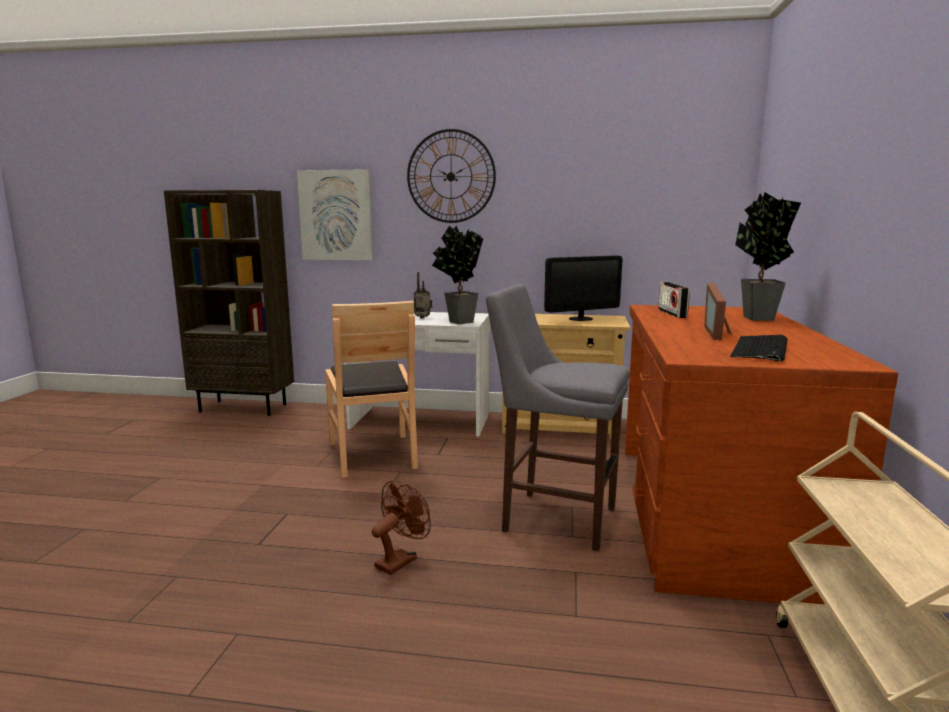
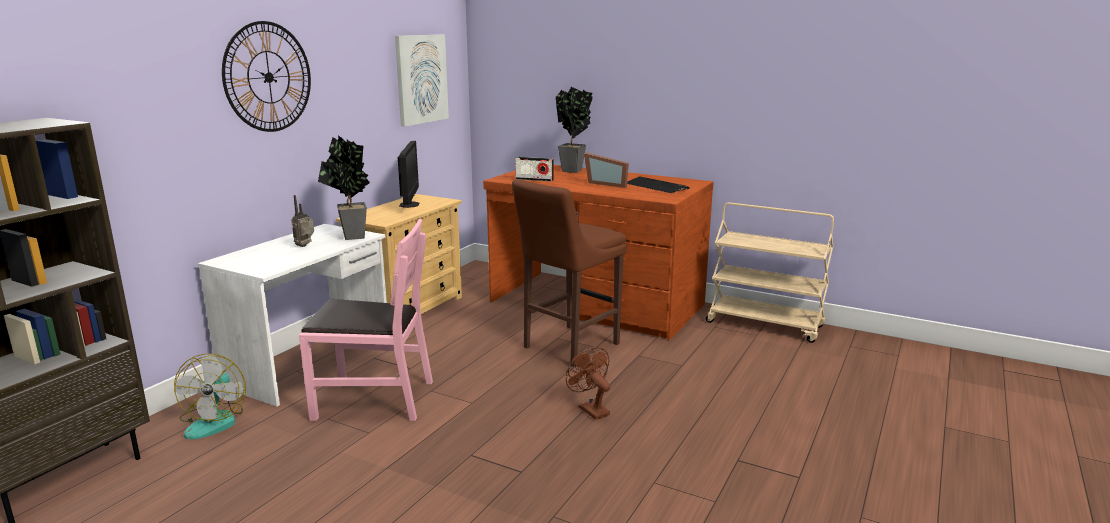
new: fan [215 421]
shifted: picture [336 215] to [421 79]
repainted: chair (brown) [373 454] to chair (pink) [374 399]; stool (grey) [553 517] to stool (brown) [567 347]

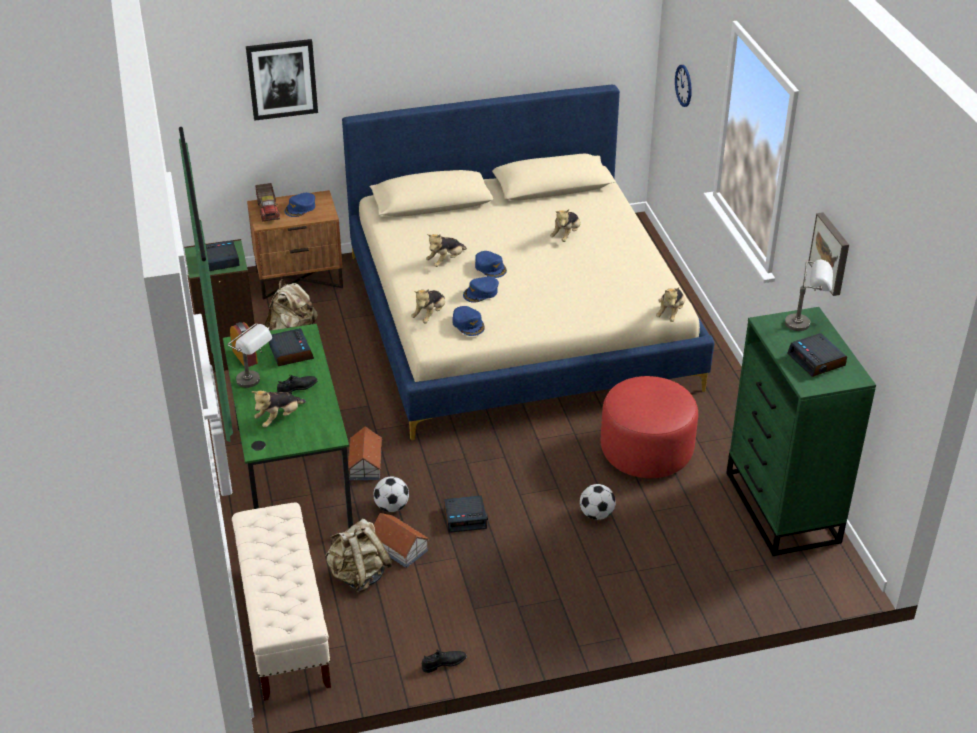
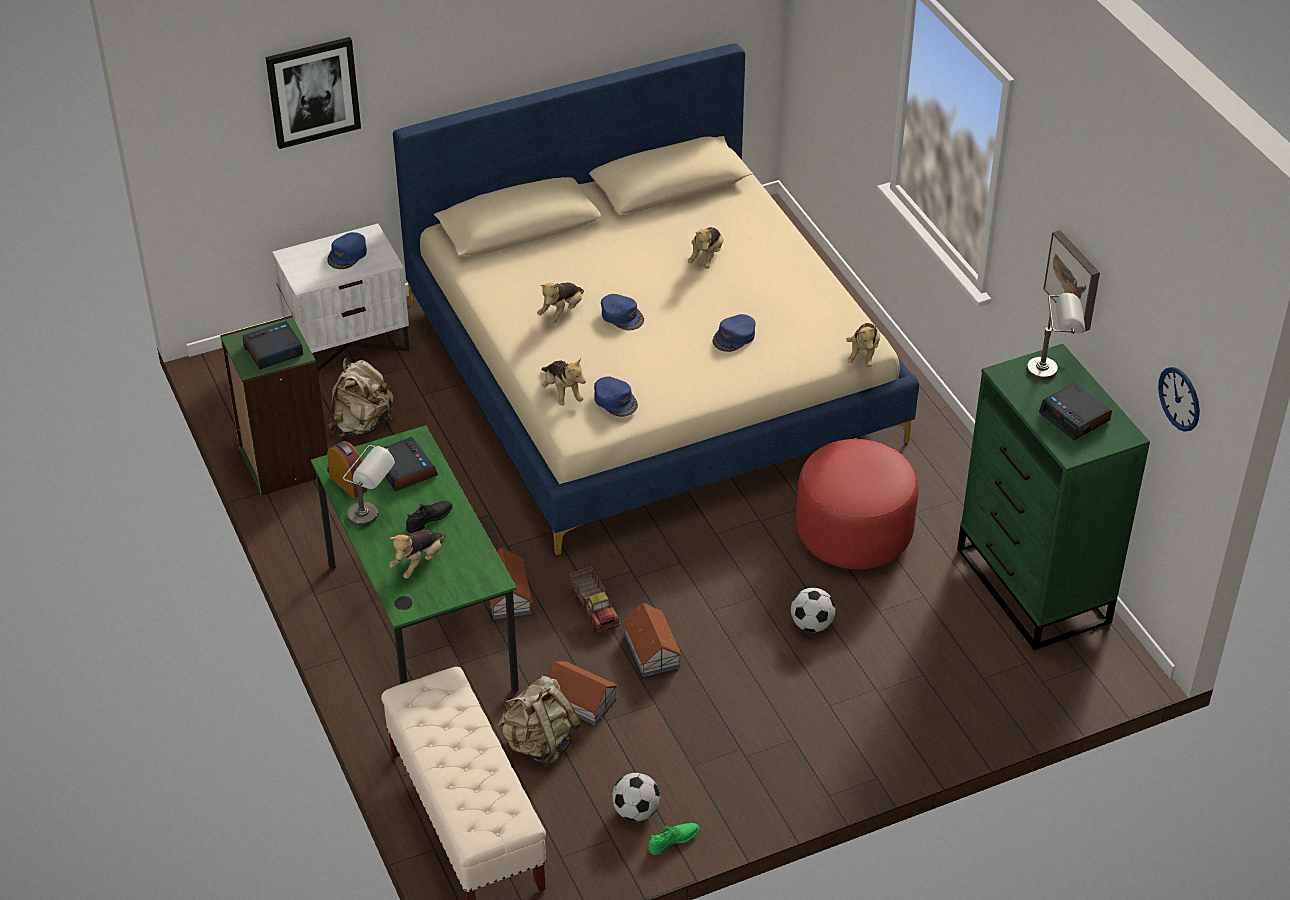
shifted: toy truck [268 210] to [595 609]; football [391 507] to [636 811]; cap (blue) [481 293] to [734 337]; wall clock [683 85] to [1179 398]
swapped: alarm clock [465 517] to toy house [652 650]
repainted: nightstand (brown) [299 279] to nightstand (white) [348 344]; shoe (black) [444 664] to shoe (green) [673 841]
rotated: plush toy [430 315] = [562 393] 45 degrees counterclockwise

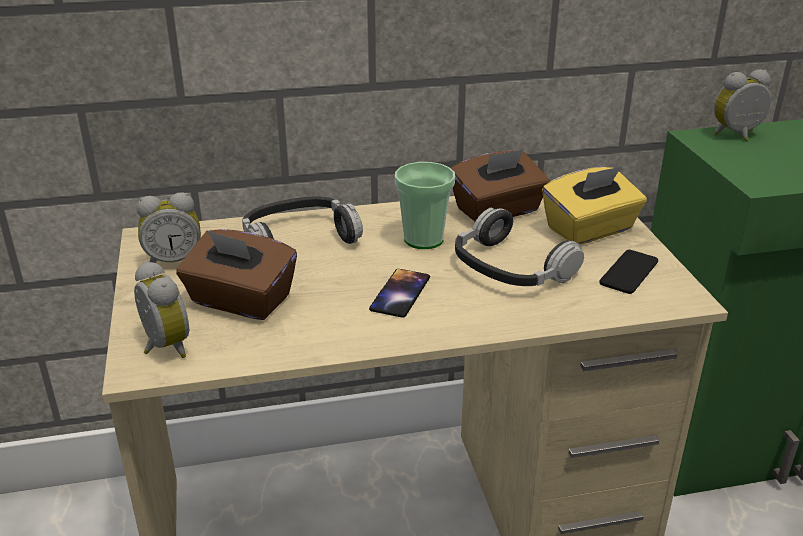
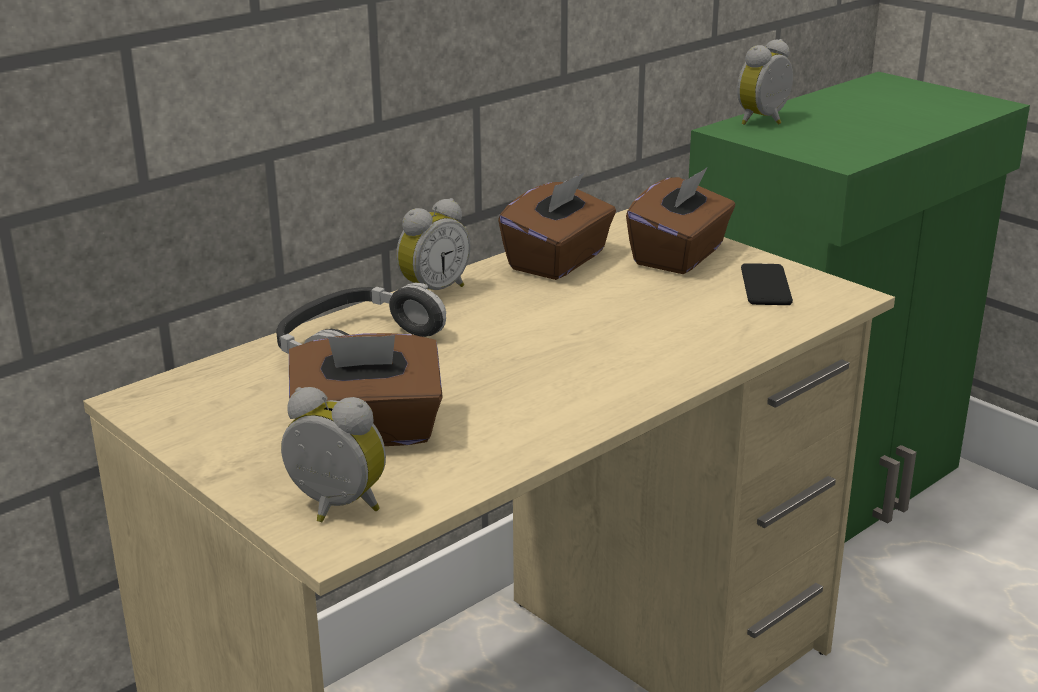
gone: phone [400 293]; cup [423 239]; headphones [511 267]
shifted: alarm clock [174 261] to [432 292]
repainted: tissue box (yellow) [590 230] to tissue box (brown) [680 256]

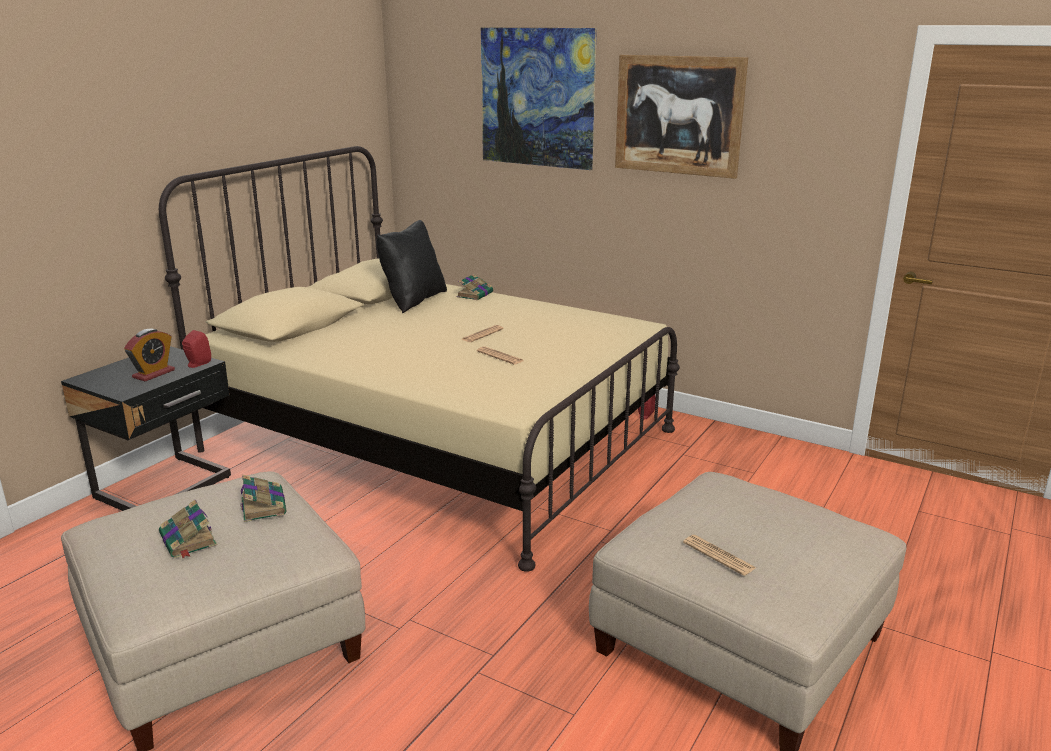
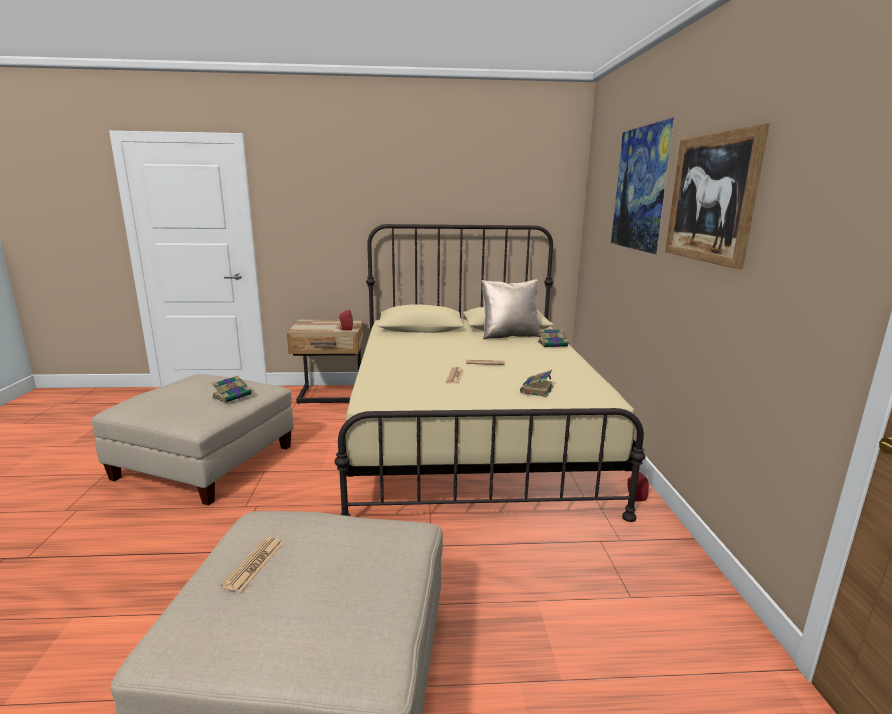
gone: alarm clock [153 374]
shifted: book [188 540] to [536 390]
repainted: nightstand (black) [167 488] to nightstand (beige) [331 396]; pillow (black) [413 300] to pillow (beige) [509 335]

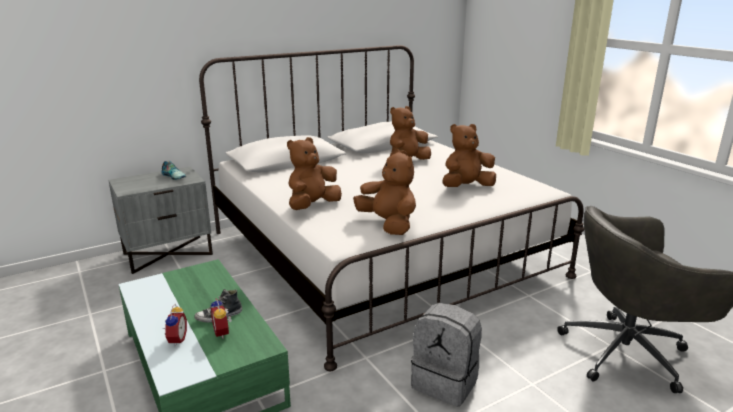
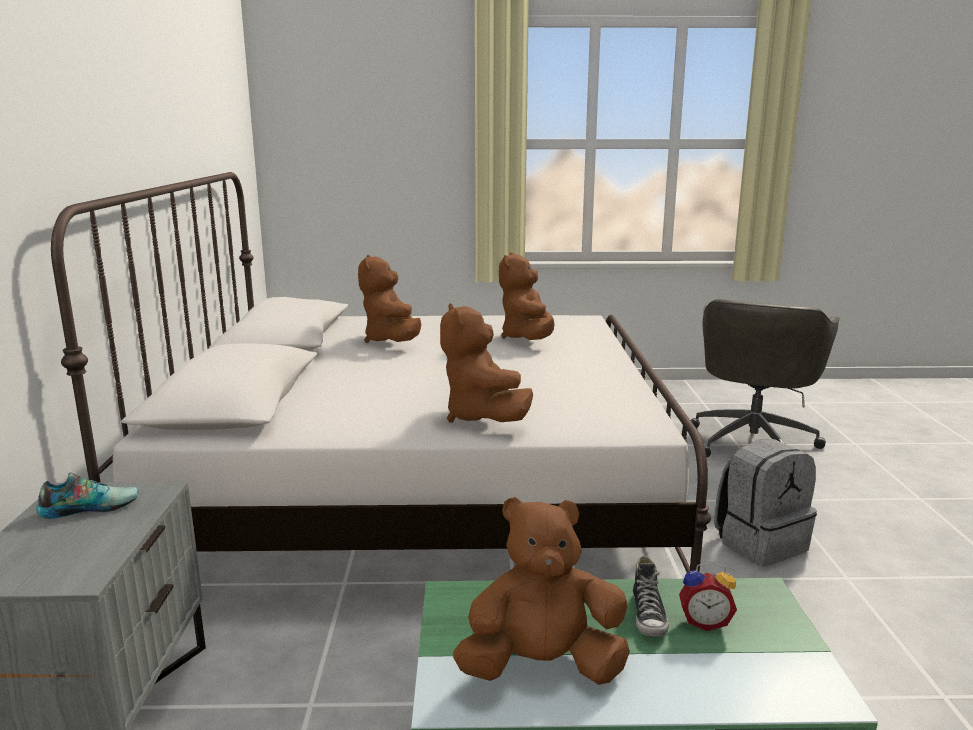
gone: alarm clock [176 340]
shifted: plush toy (brown) [388 224] to [542 667]

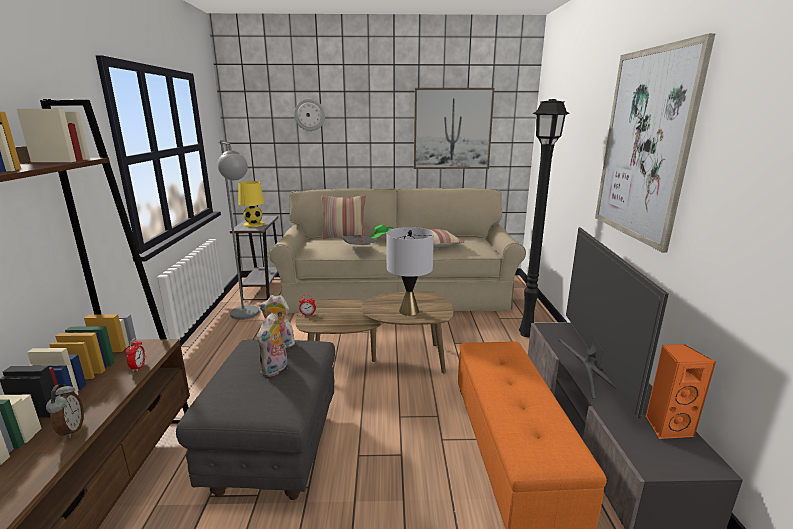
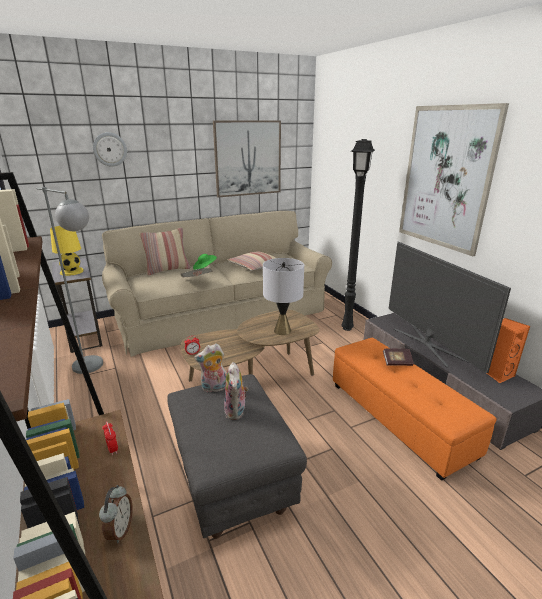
new: book [397 362]
rotated: alarm clock [71 430] = [119 530] 45 degrees clockwise

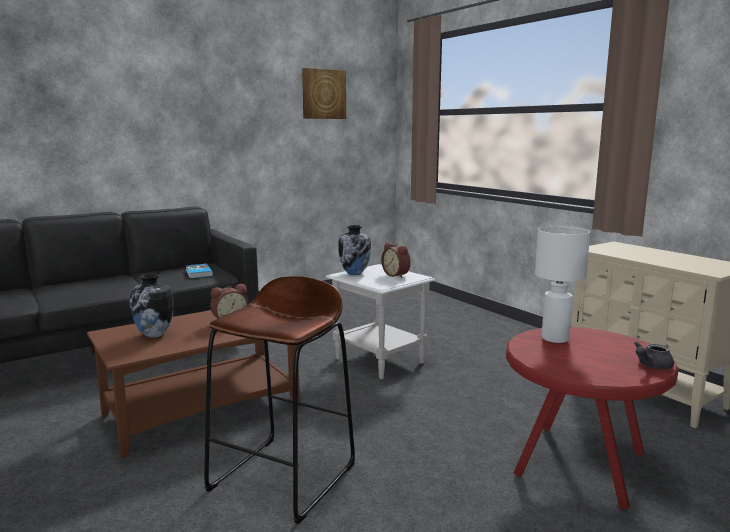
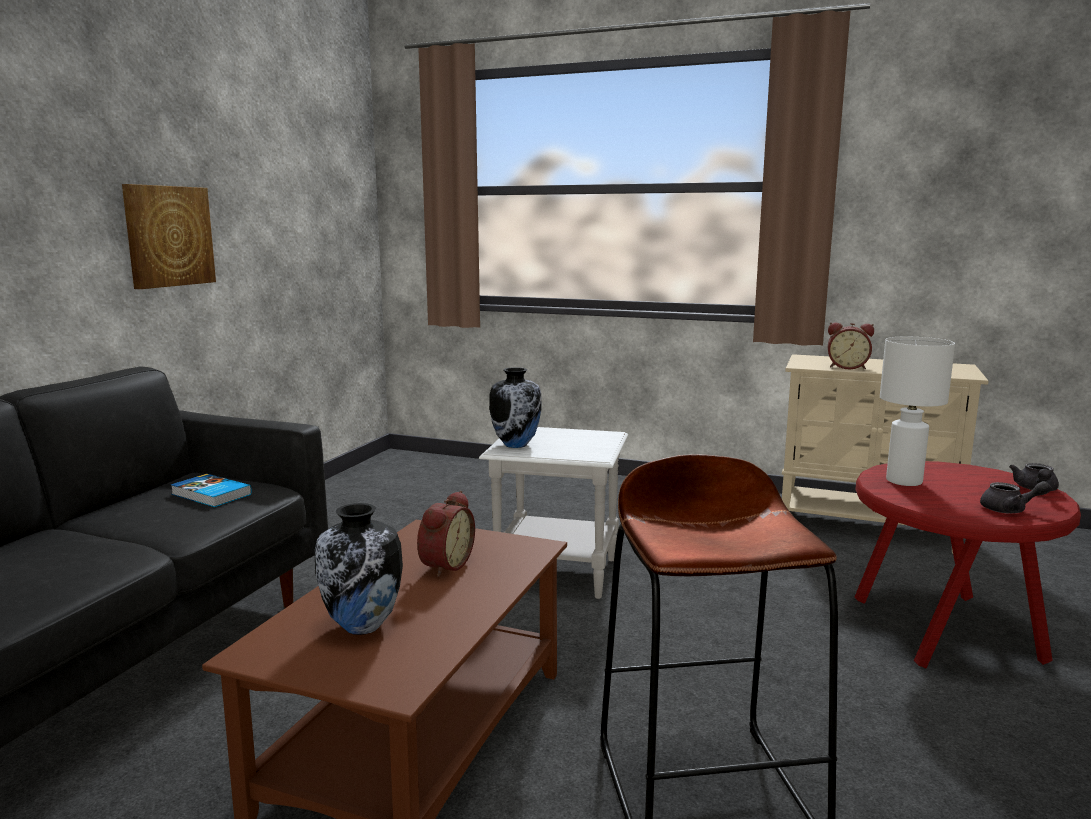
new: teapot (grey) [1010 510]
shifted: picture [323 94] to [168 236]; alarm clock [397 275] to [847 367]

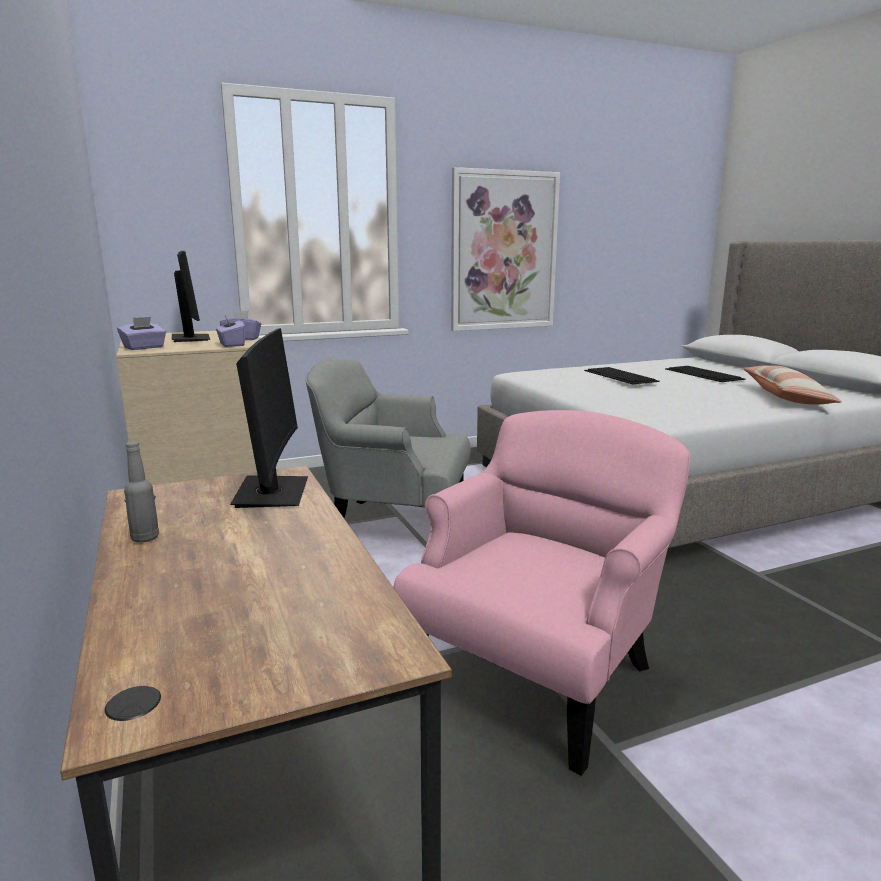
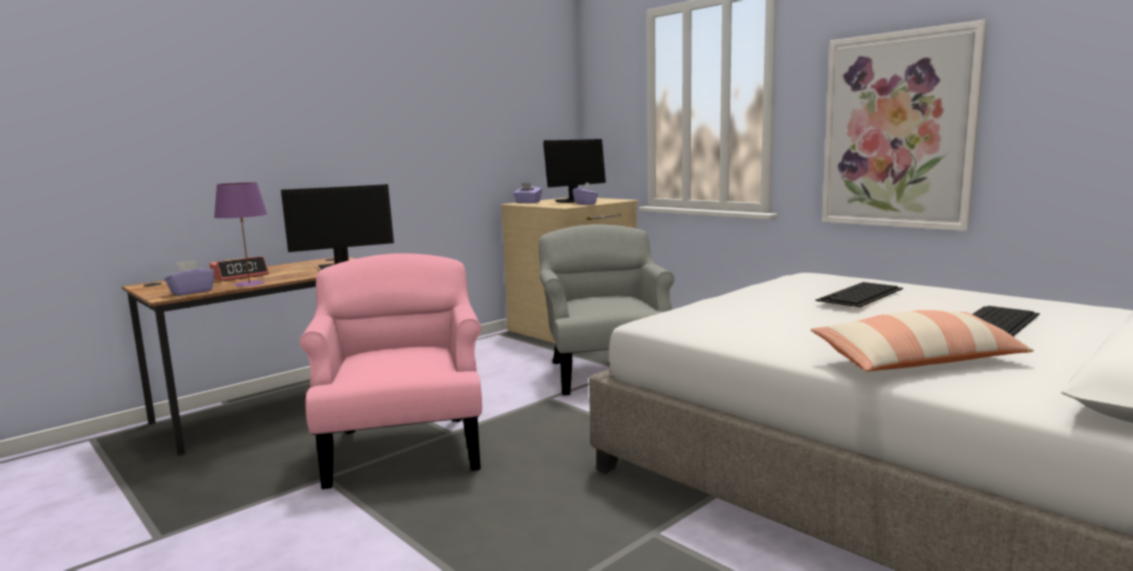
gone: bottle (grey) [145 538]
new: alarm clock [240 276]; table lamp (purple) [249 283]
shifted: tissue box (purple) [231 344] to [191 292]
rotated: armchair (pink) [538 674] = [404 447] 120 degrees counterclockwise

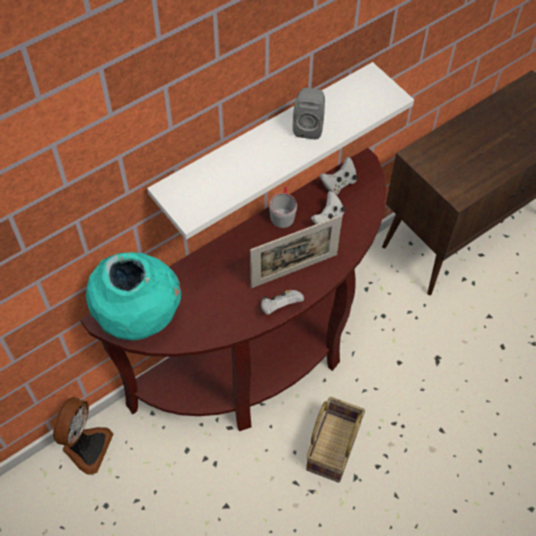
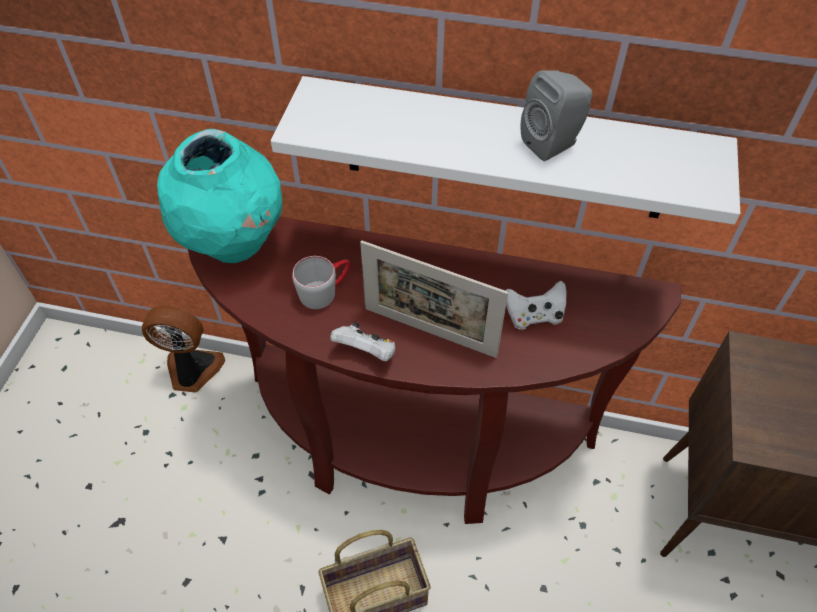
gone: game controller (white) [339 184]
shifted: mug (grey) [282 213] to [325 291]
rotated: fan [86 447] = [192 371] 150 degrees counterclockwise

